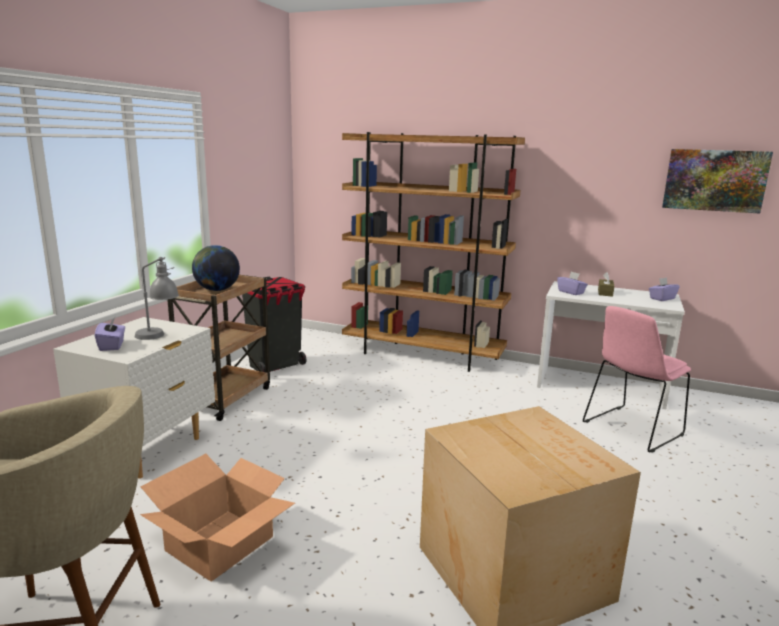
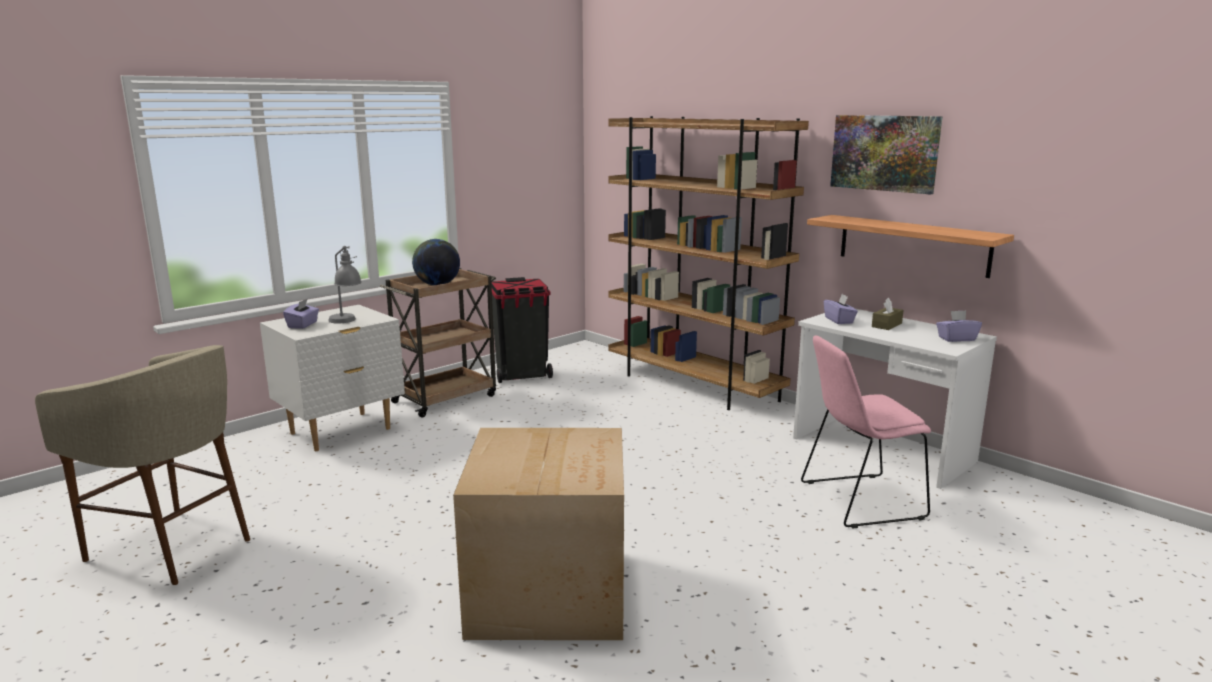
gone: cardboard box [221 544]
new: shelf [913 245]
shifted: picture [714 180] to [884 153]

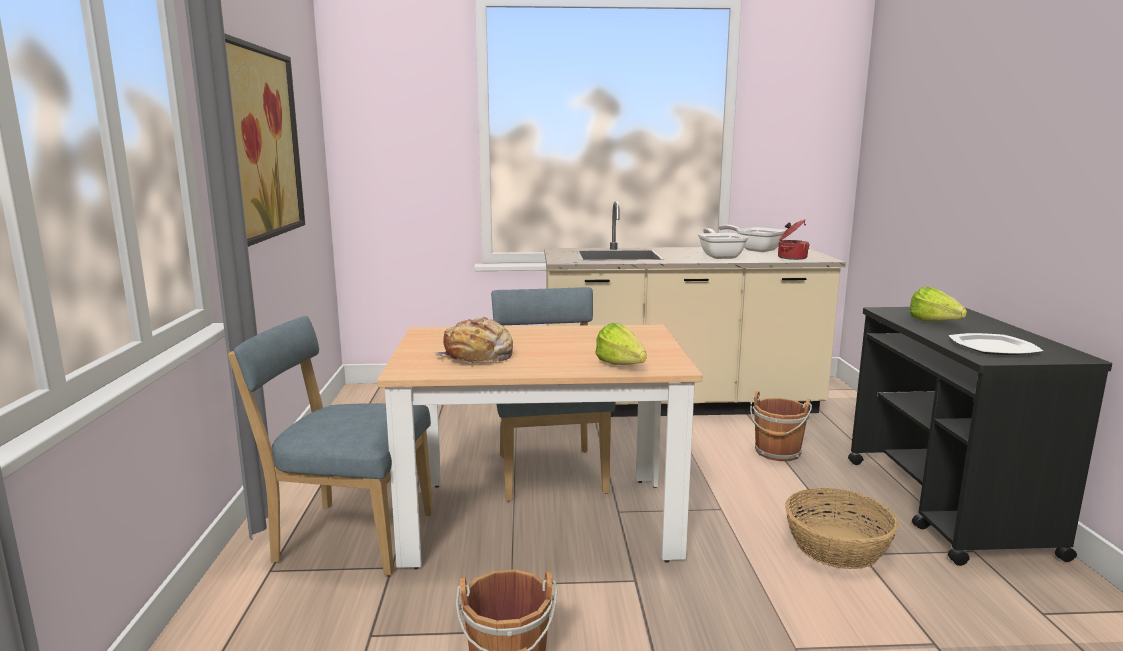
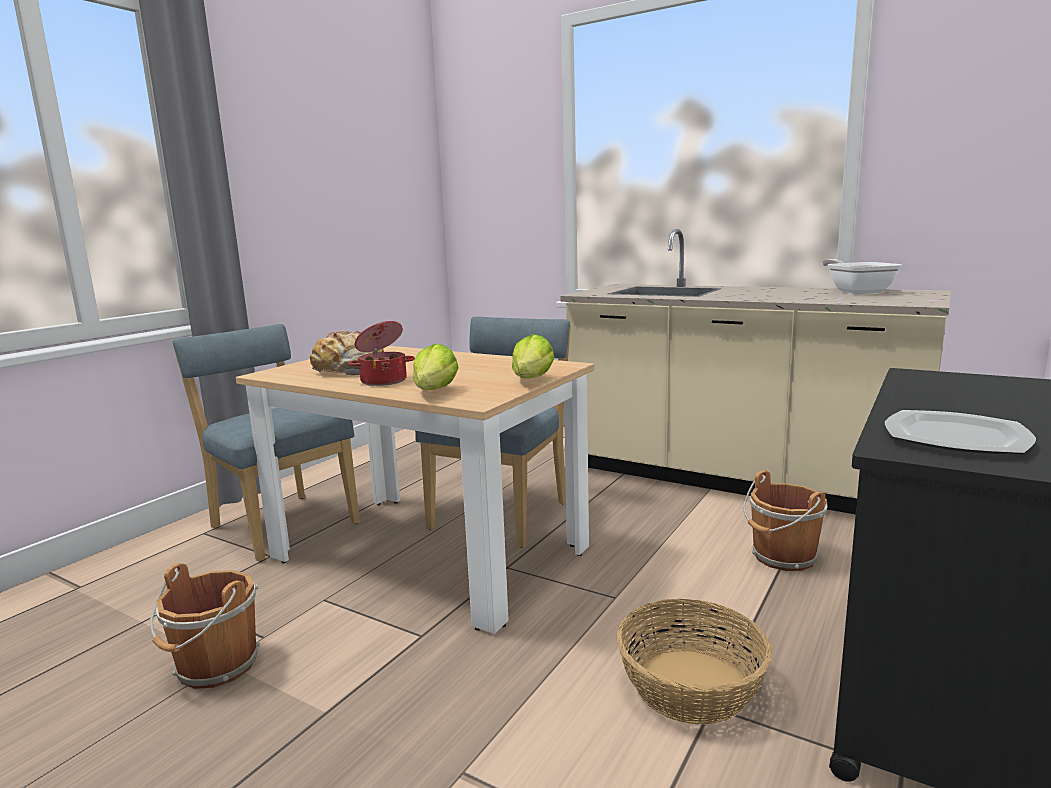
gone: picture [260 143]; frying pan [720 256]
shifted: cooking pot [791 257] to [383 381]; lettuce [937 324] to [528 382]

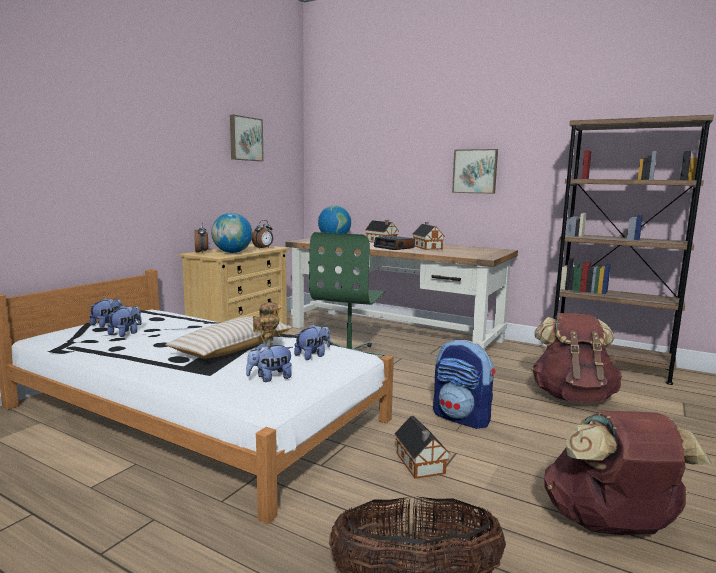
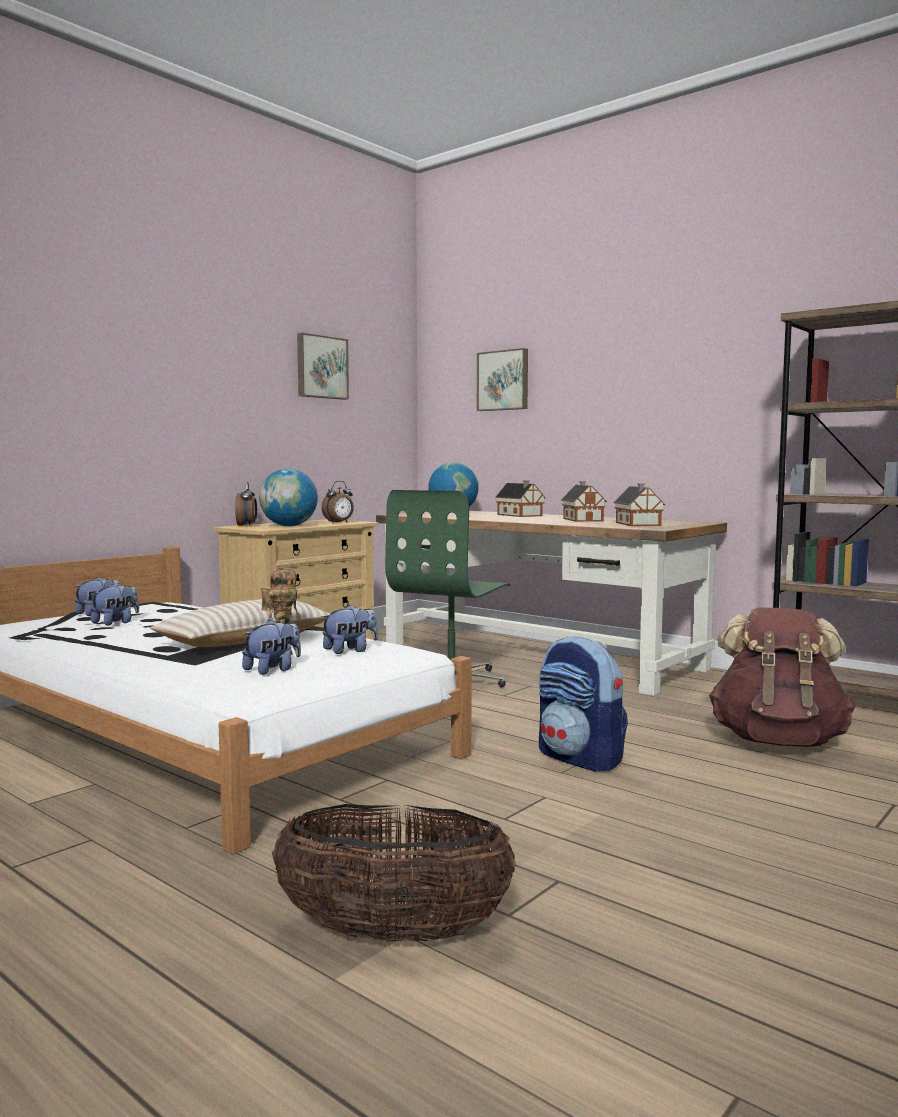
gone: alarm clock [394 247]; backpack (brown) [611 526]
shifted: toy house [420 464] to [638 524]; picture [475 171] to [503 380]
rotated: plush toy [270 378] = [272 670] 150 degrees clockwise

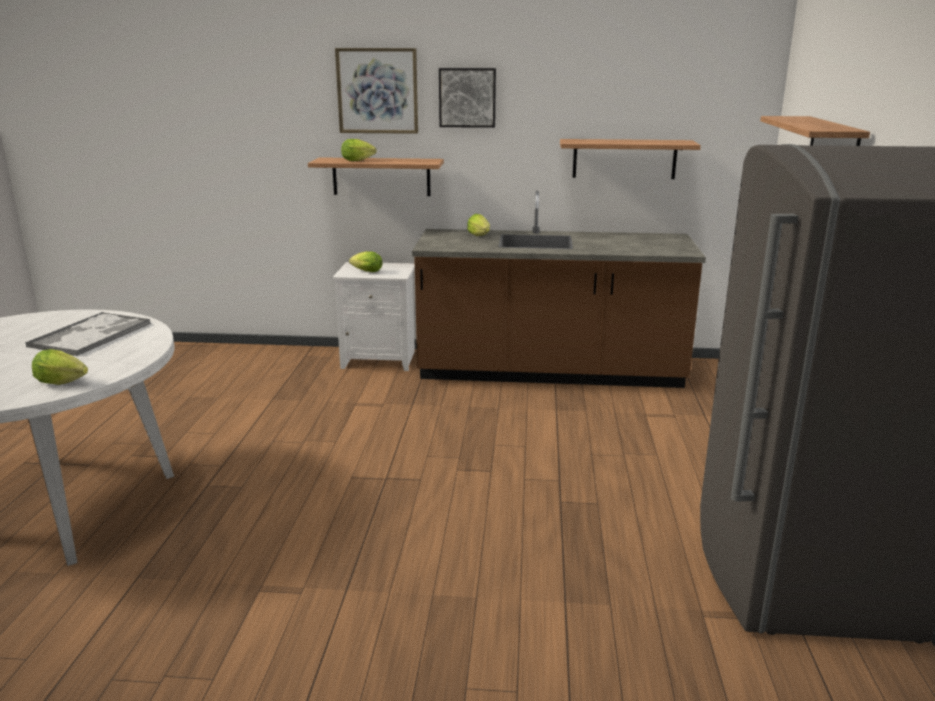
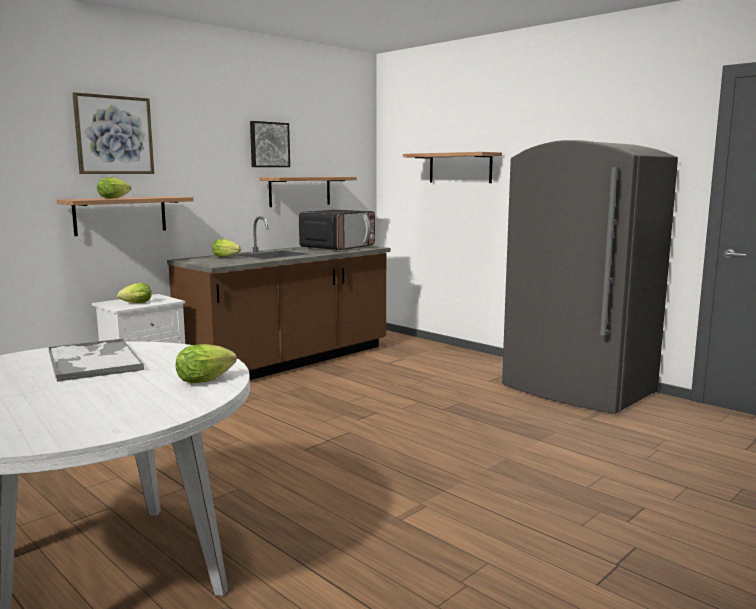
new: microwave [338 247]
shifted: picture [467 97] to [269 144]

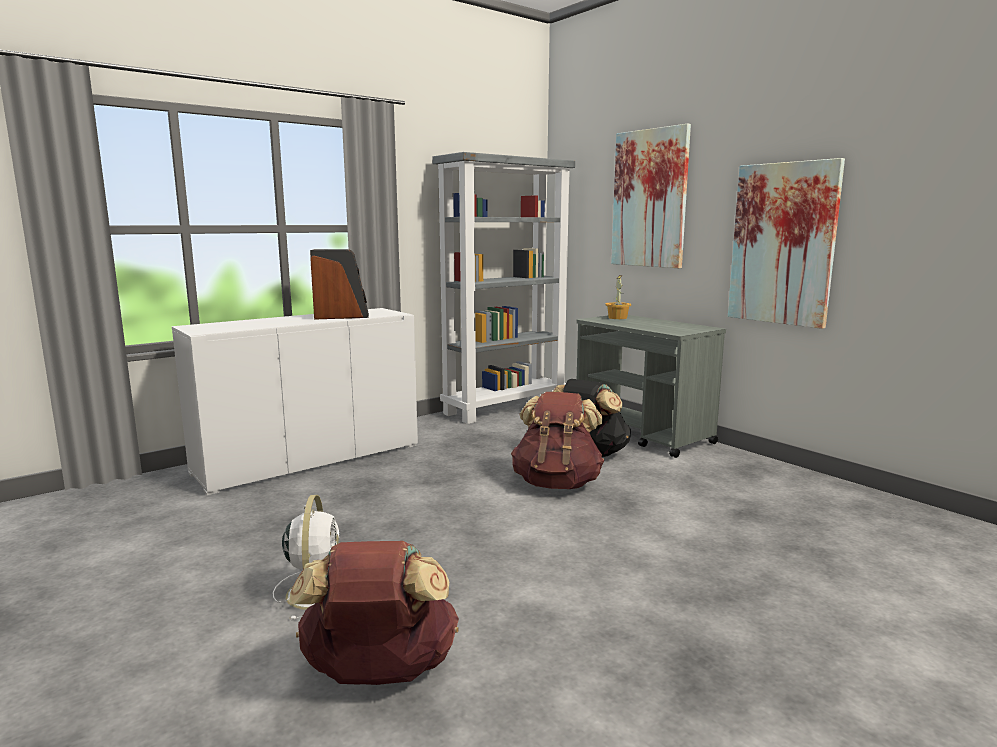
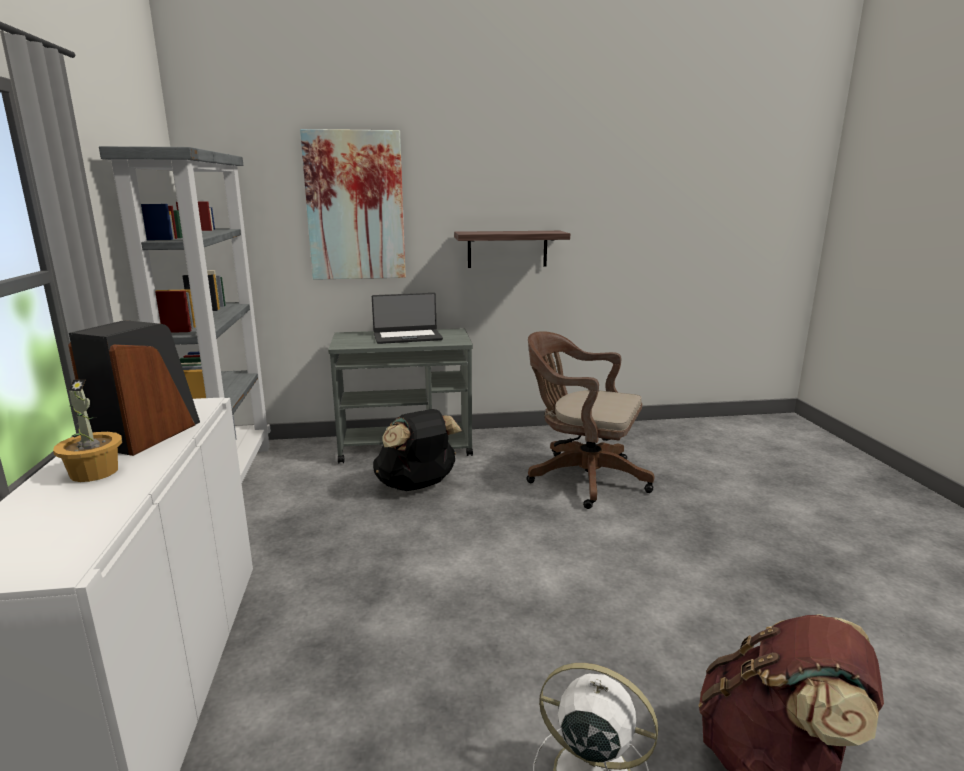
gone: backpack (brown) [557 483]
new: laptop [407 337]; office chair (brown) [581 478]
shifted: potted plant [618 318] to [95 472]
swapped: picture [782 244] to shelf [507 249]

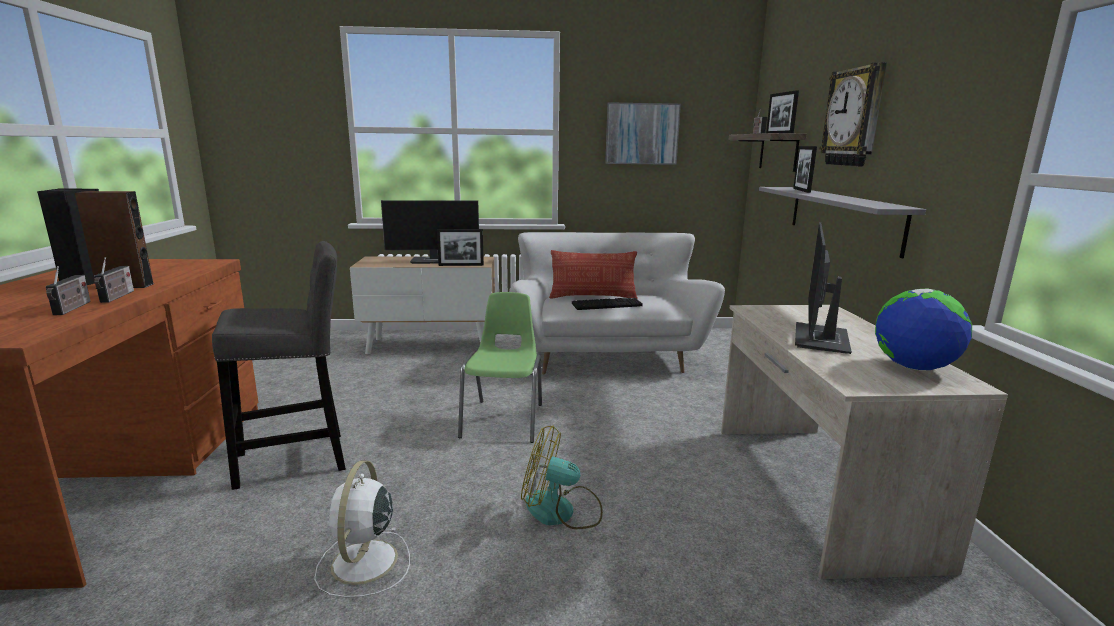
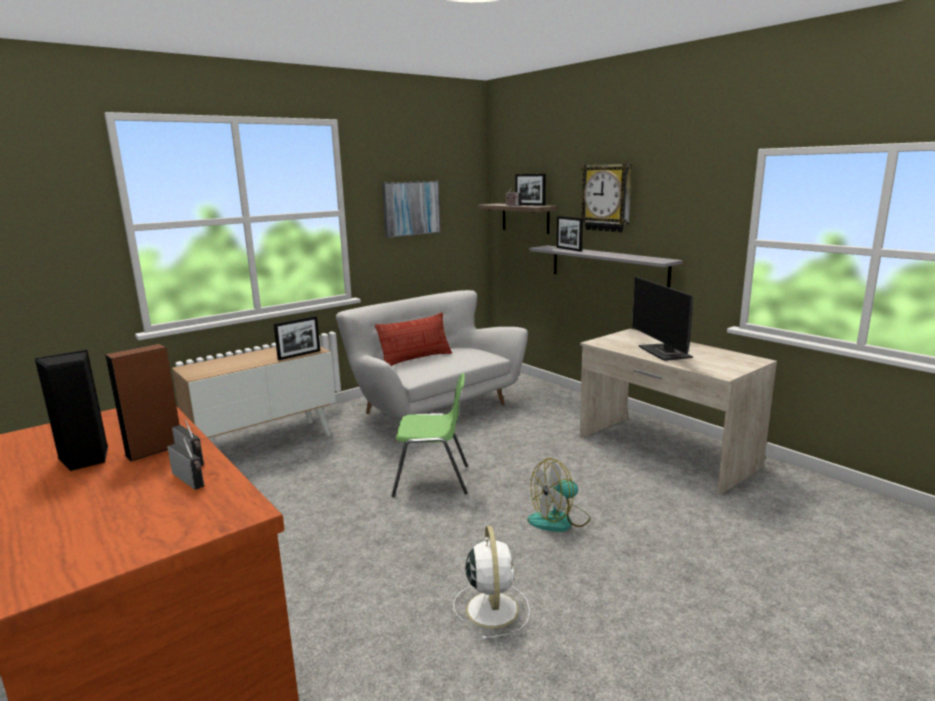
gone: stool (grey) [298 459]; monitor [435 261]; keyboard [607 305]; globe [913 367]
rotated: fan (white) [363 564] = [492 607] 150 degrees counterclockwise; chair (green) [504 420] = [433 480] 120 degrees clockwise

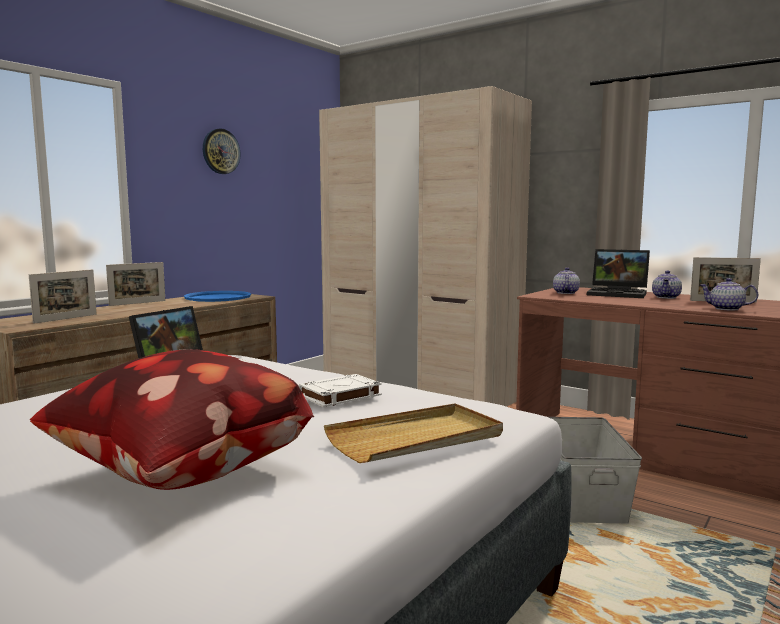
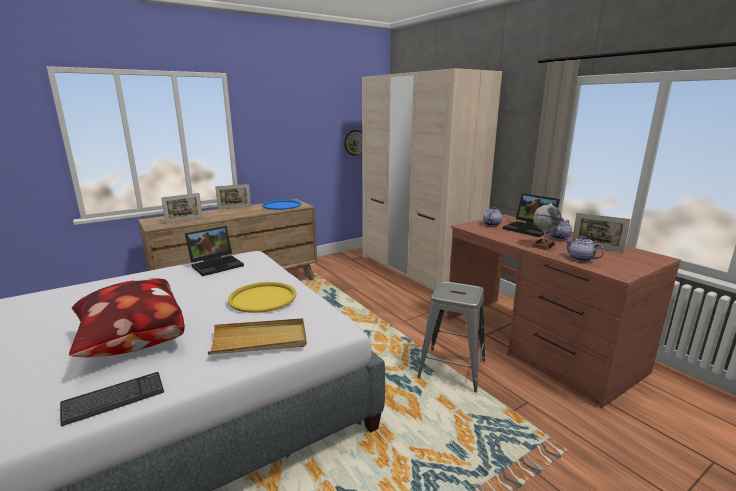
new: keyboard [114 399]; globe [543 245]
shifted: wall clock [220 151] to [354 142]
swapped: book (white) [339 396] to tray (yellow) [263 298]; storage box (grey) [581 496] to stool (grey) [452 369]

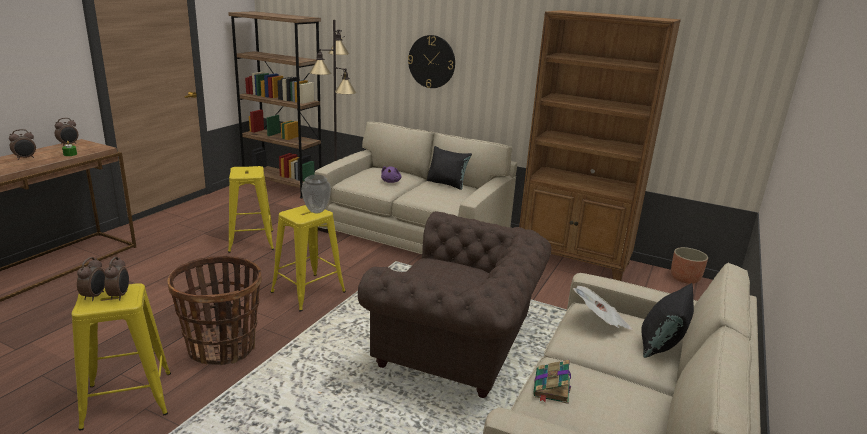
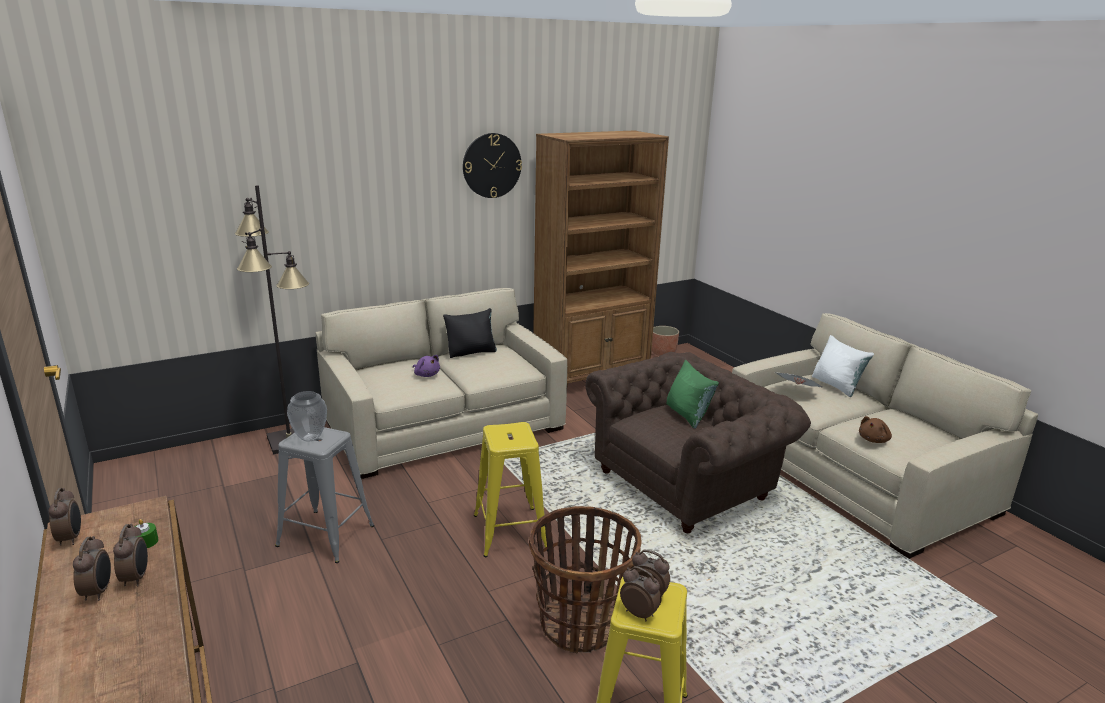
gone: bookcase (brown) [282 186]
new: alarm clock [136 578]; pillow (green) [687 415]
shifted: vase [316 211] to [309 438]; wall clock [431 61] to [492 165]
swapped: book [551 388] to plush toy (brown) [874 440]
repainted: stool (yellow) [251 241] to stool (grey) [326 536]; pillow (black) [661 345] to pillow (white) [836 386]

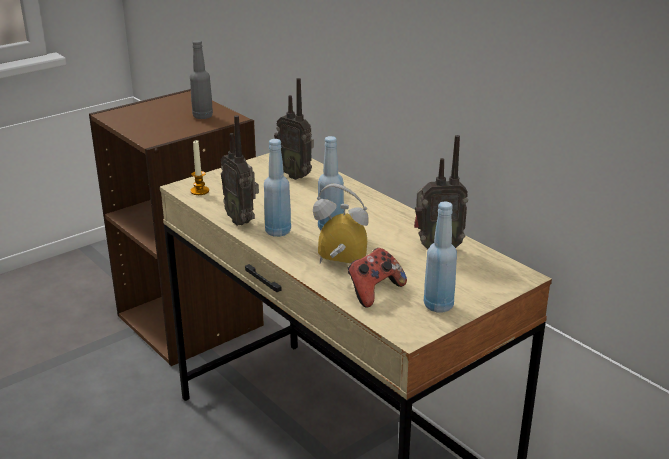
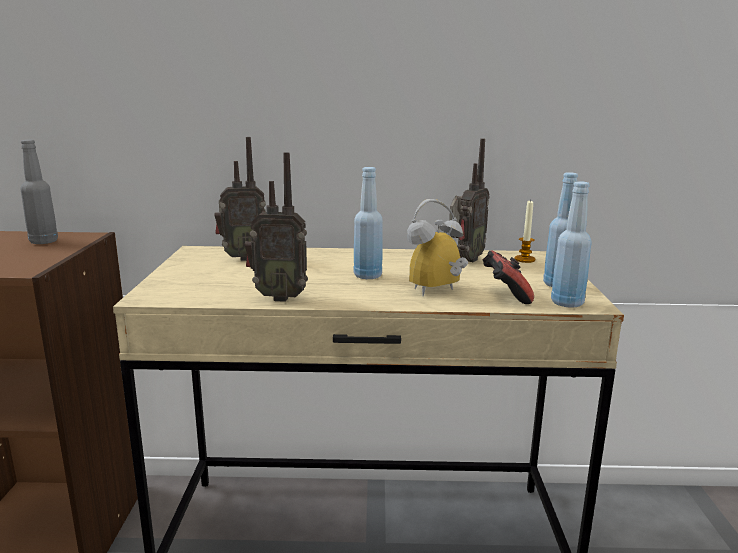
shifted: candle [199 191] to [524 259]; bottle (blue) [277 232] to [567 303]

